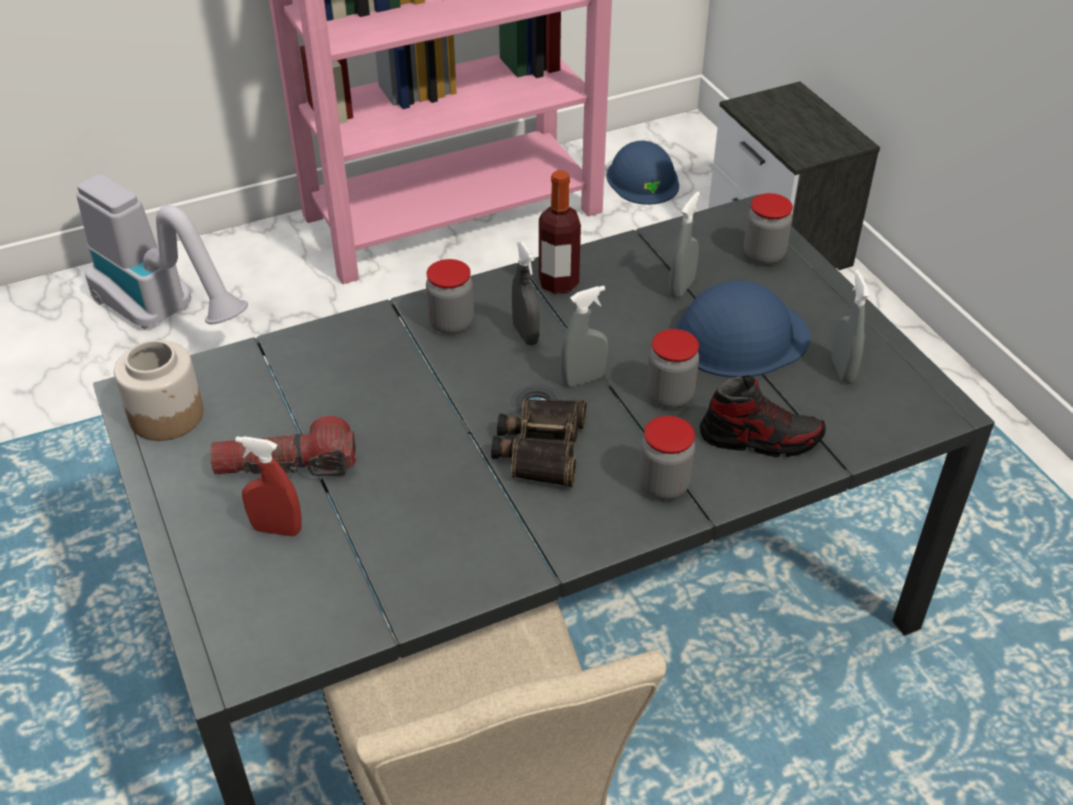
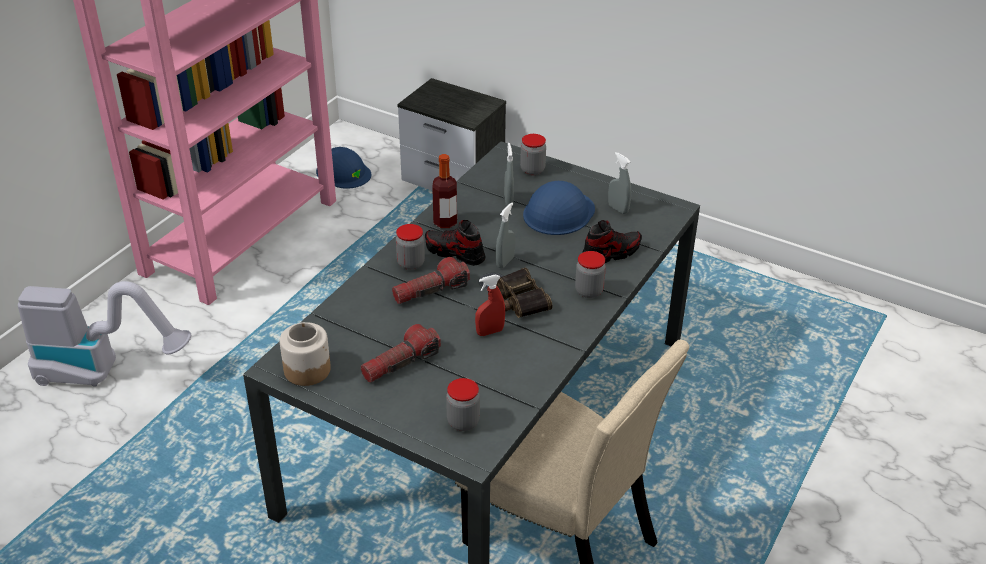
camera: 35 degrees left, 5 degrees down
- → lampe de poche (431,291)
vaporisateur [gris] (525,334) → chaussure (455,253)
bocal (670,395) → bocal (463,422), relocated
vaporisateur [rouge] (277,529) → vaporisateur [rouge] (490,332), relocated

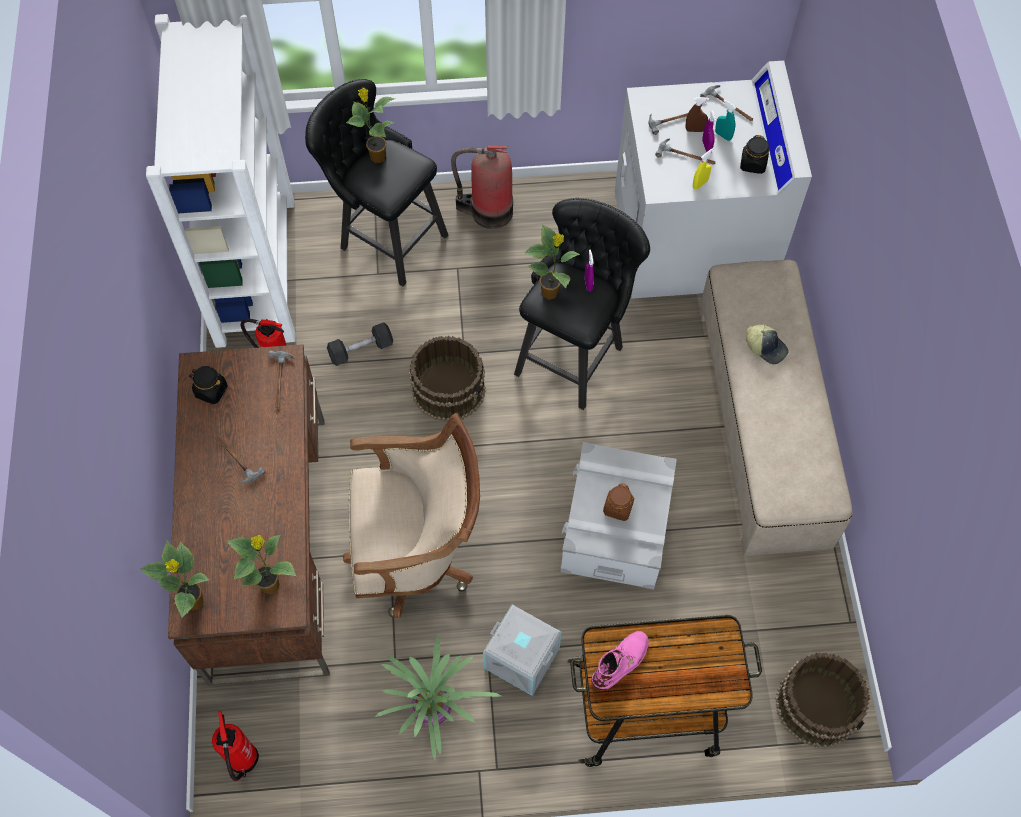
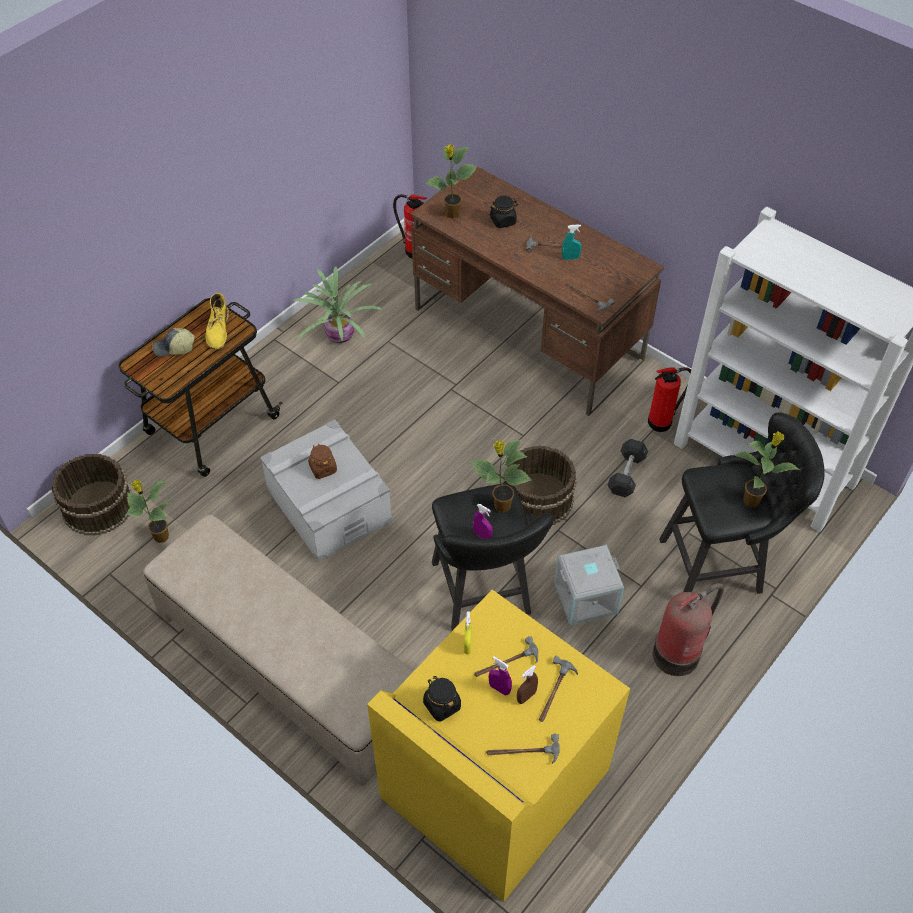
camera: 135 degrees right, 10 degrees down
plante en pot (195,602) → plante en pot (160,536), relocated
casquette (766,347) → casquette (174,348), relocated
botte [rose] (621,661) → botte [jaune] (218,330)
lave-linge [blanc] (692,239) → lave-linge [jaune] (494,782)
bocal [noir] (211,391) → bocal [noir] (503,221), relocated
boîte de rangement [gris] (523,657) → boîte de rangement [gris] (585,599), relocated
vaporisateur [turquoise] (723,135) → vaporisateur [turquoise] (570,258), relocated
chaise de bureau (417,558) → -

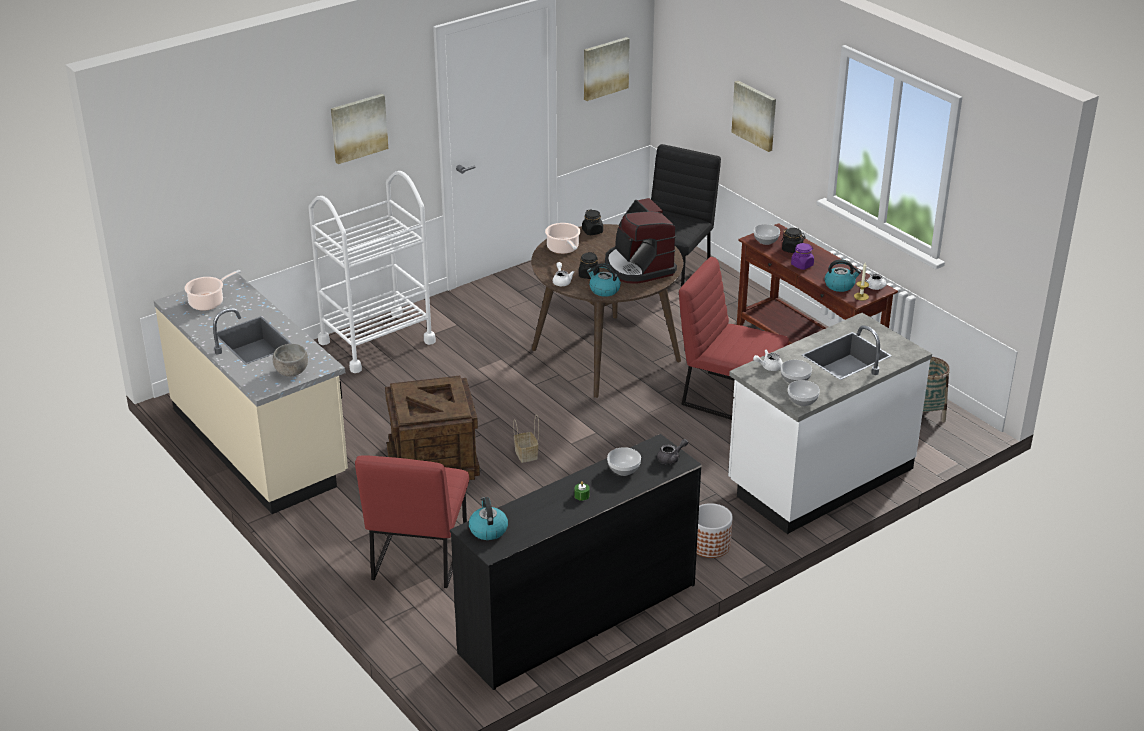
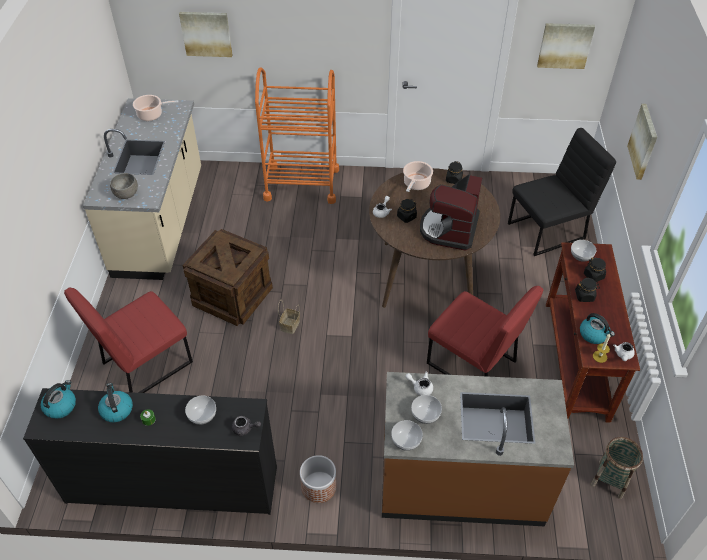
camera: 40 degrees right, 15 degrees up
bouilloire (604,290) → bouilloire (116,410), relocated
tableau (358,128) → tableau (206,33), relocated
chariot [blanc] (376,342) → chariot [orange] (302,184)
comptoir de cuisine [blanc] (819,477) → comptoir de cuisine [marron] (461,482)
chaise [rouge] (729,397) → chaise [rouge] (473,364), 150 degrees clockwise
bocal [violet] (802,265) → bocal [noir] (584,296)

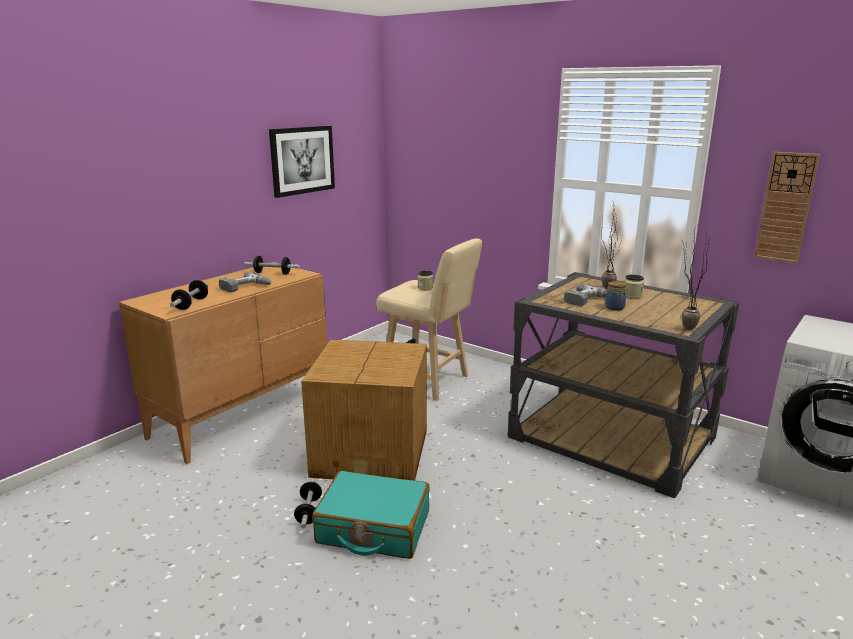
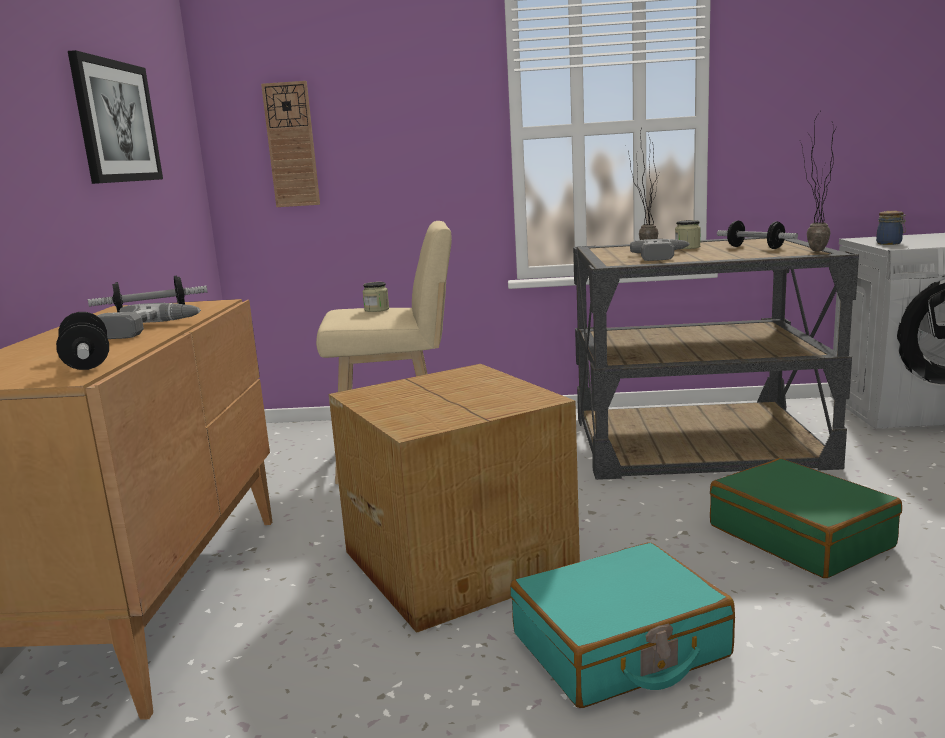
camera: 35 degrees left, 5 degrees down
horloge murale (785,207) → horloge murale (291,145), relocated
- → valise [vert] (800,536)
haltère (309,512) → haltère (755,247), relocated
bocal (615,308) → bocal (890,243), relocated

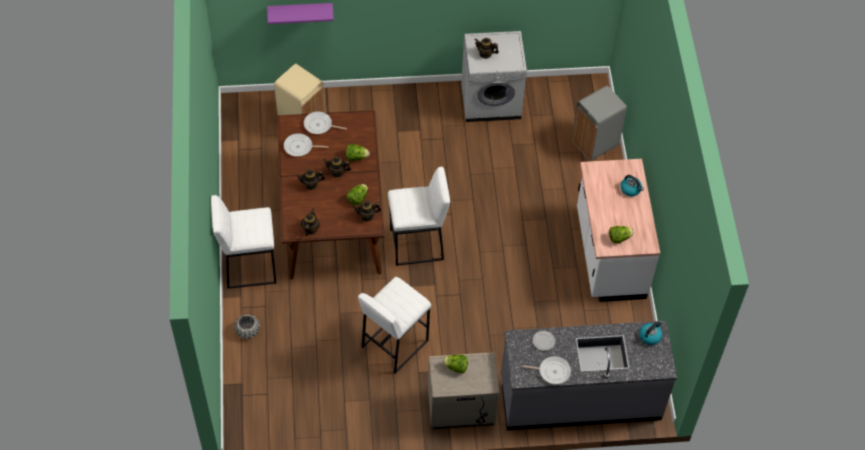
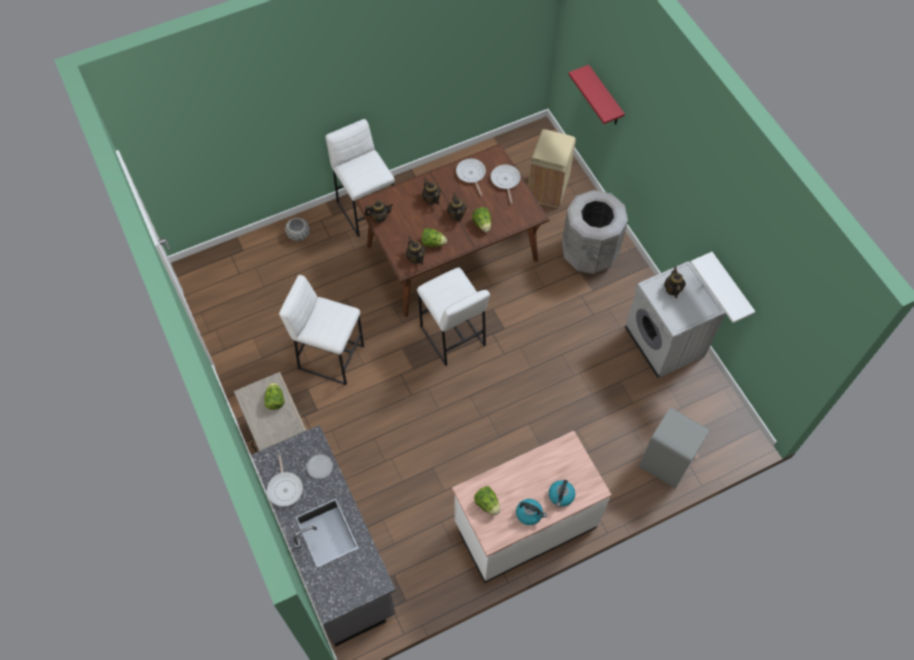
camera: 70 degrees right, 5 degrees up
bouilloire (650,336) → bouilloire (529,514), relocated
- → poubelle [gris] (589,253)
étagère [violet] (300,12) → étagère [rouge] (605,97)
- → étagère [blanc] (730,288)

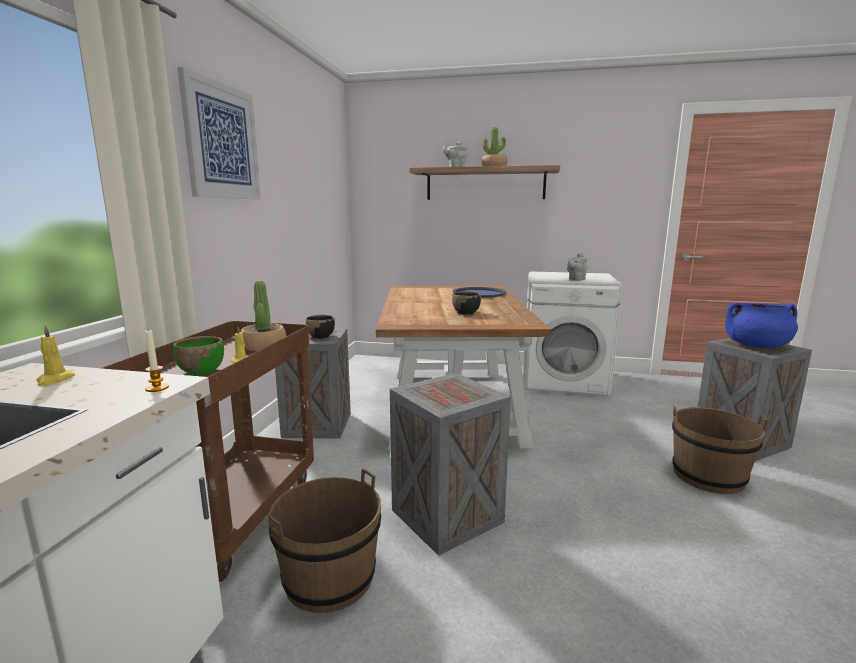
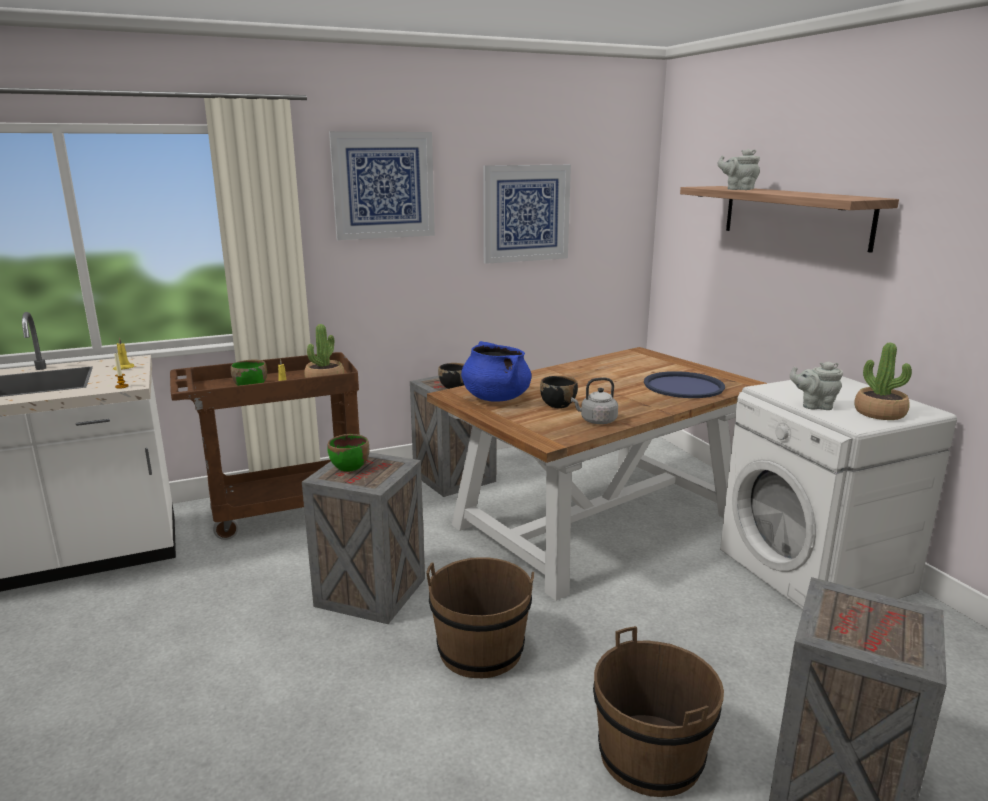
camera: 55 degrees right, 5 degrees up
- → bol [vert] (349,467)
seau [marron] (329,577) → seau [marron] (480,650), relocated
marmite [bleu] (756,346) → marmite [bleu] (495,398), relocated
- → tableau (526,213)
- → bouilloire [gris] (596,421)
plante en pot (494,167) → plante en pot (879,413), relocated

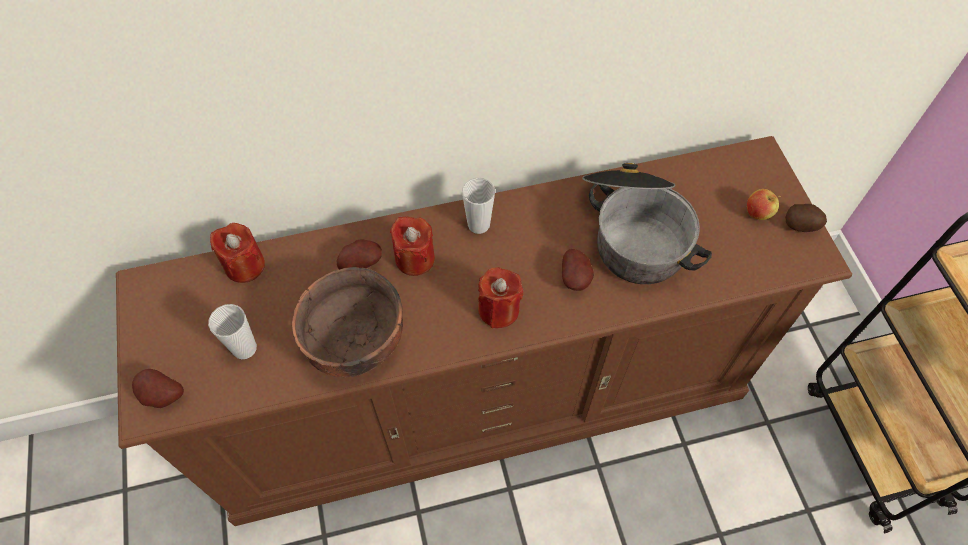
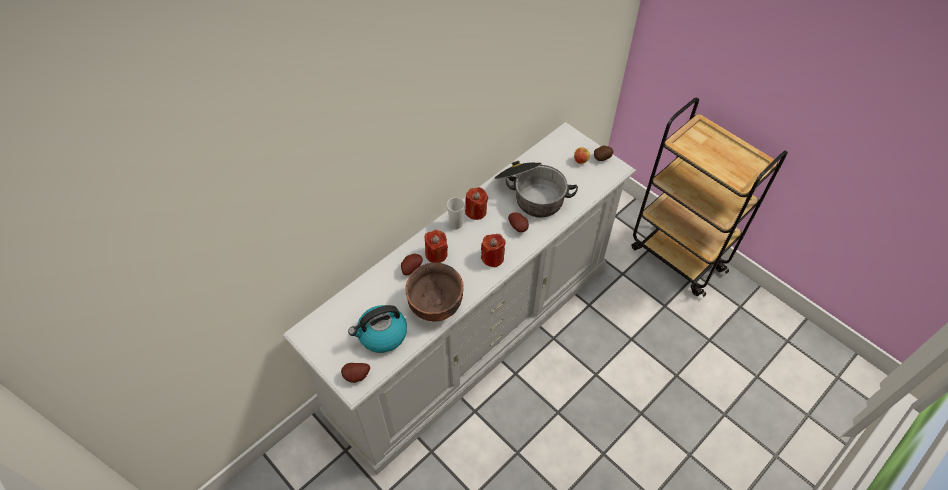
camera: 30 degrees left, 5 degrees down
meuble de rangement [marron] (485,399) → meuble de rangement [blanc] (473,335)
tasse (244,348) → bouilloire (382,335)
bougie [rouge] (245,265) → bougie [rouge] (476,211), relocated

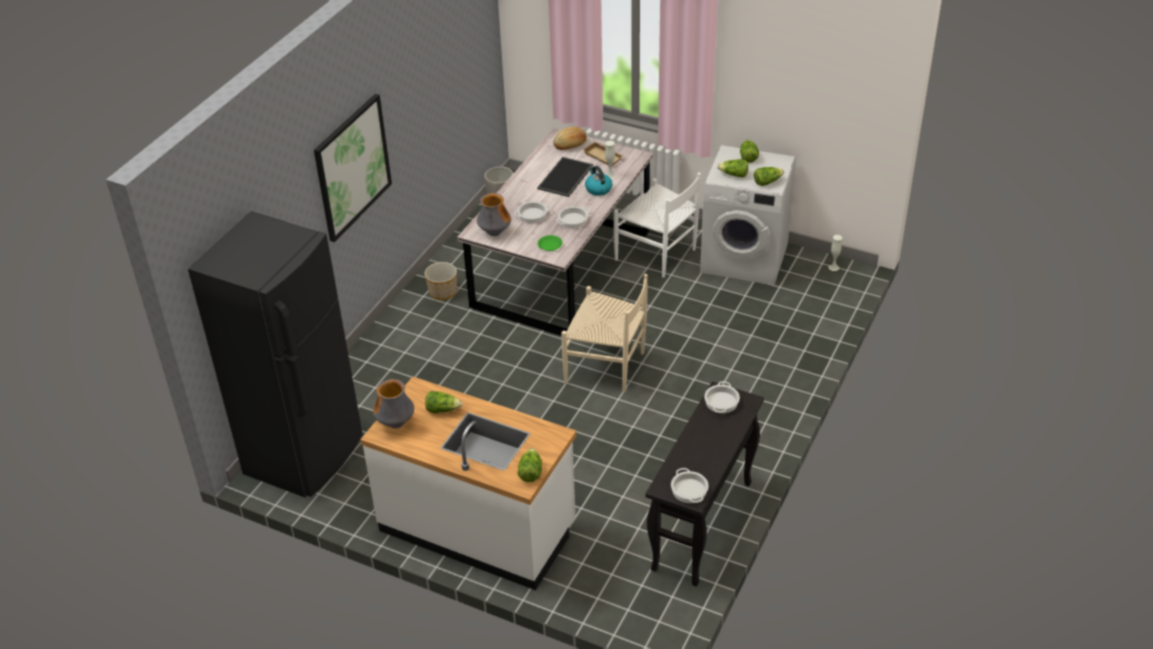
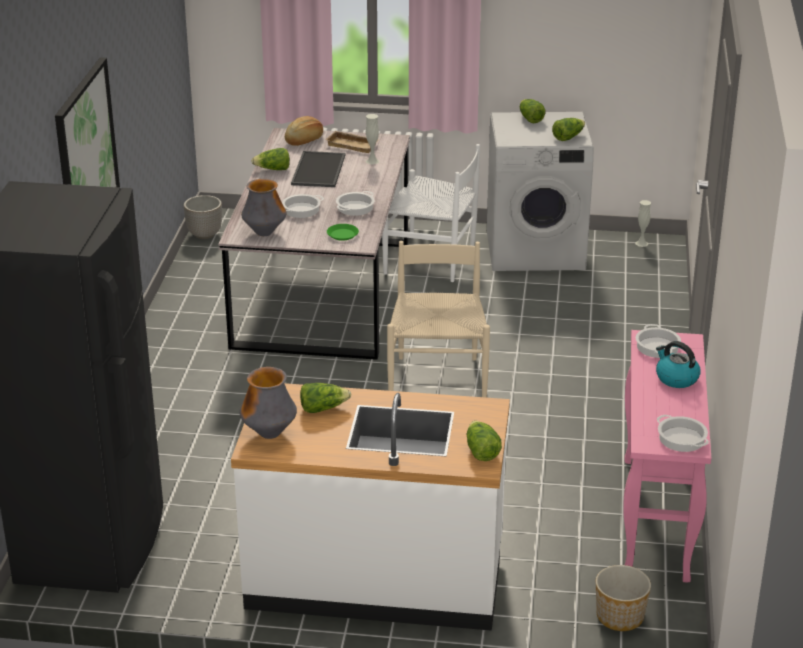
camera: 20 degrees left, 10 degrees down
laitue (734,175) → laitue (273,169), relocated
chaise [beige] (606,366) → chaise [beige] (437,379), 90 degrees counterclockwise
cache-pot (443,292) → cache-pot (620,617), relocated
table console [noir] (702,527) → table console [rose] (656,519)
bouilloire (598,189) → bouilloire (676,378), relocated

